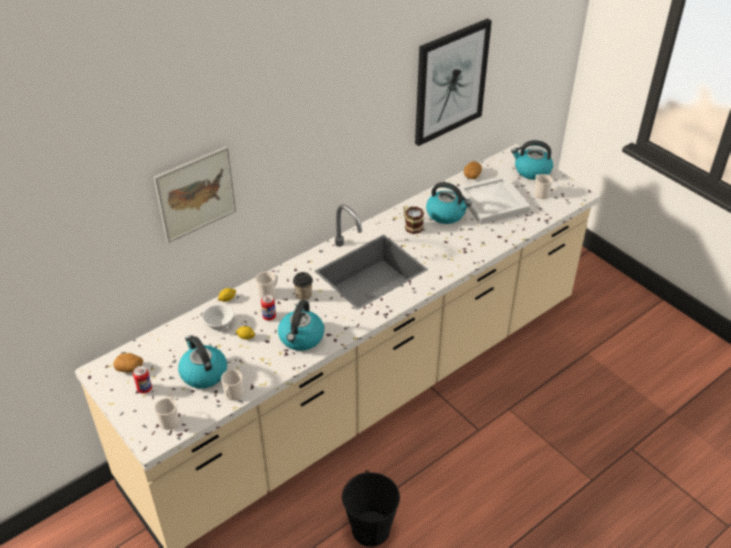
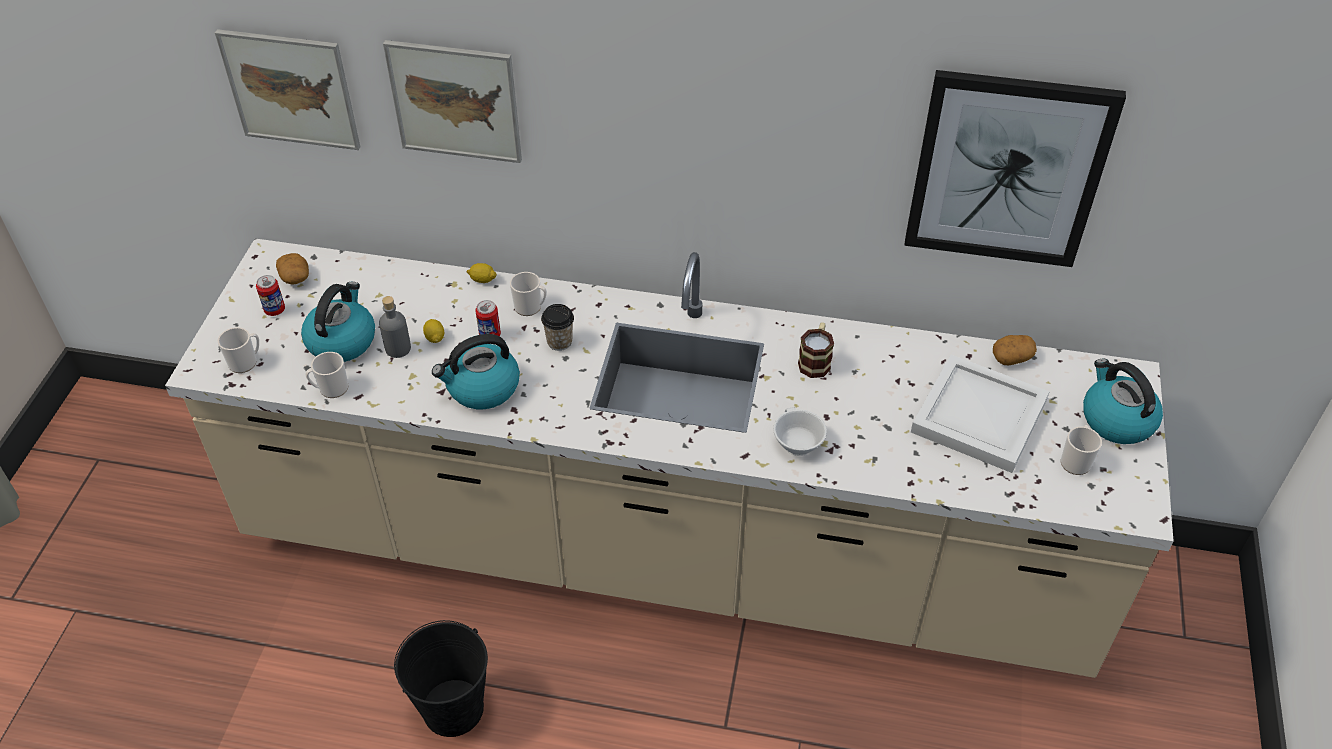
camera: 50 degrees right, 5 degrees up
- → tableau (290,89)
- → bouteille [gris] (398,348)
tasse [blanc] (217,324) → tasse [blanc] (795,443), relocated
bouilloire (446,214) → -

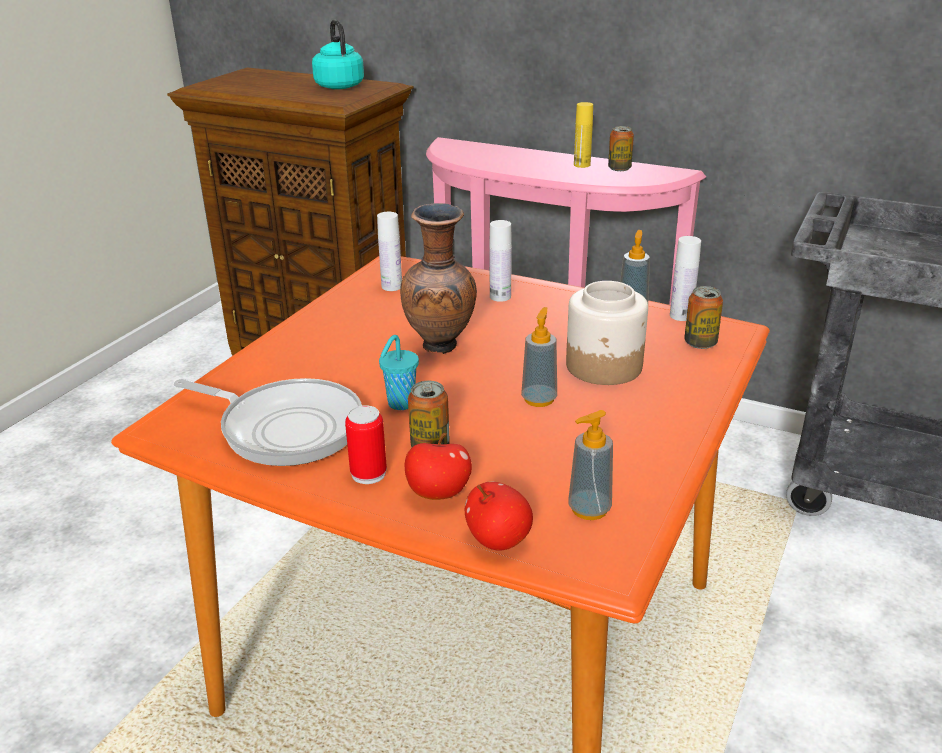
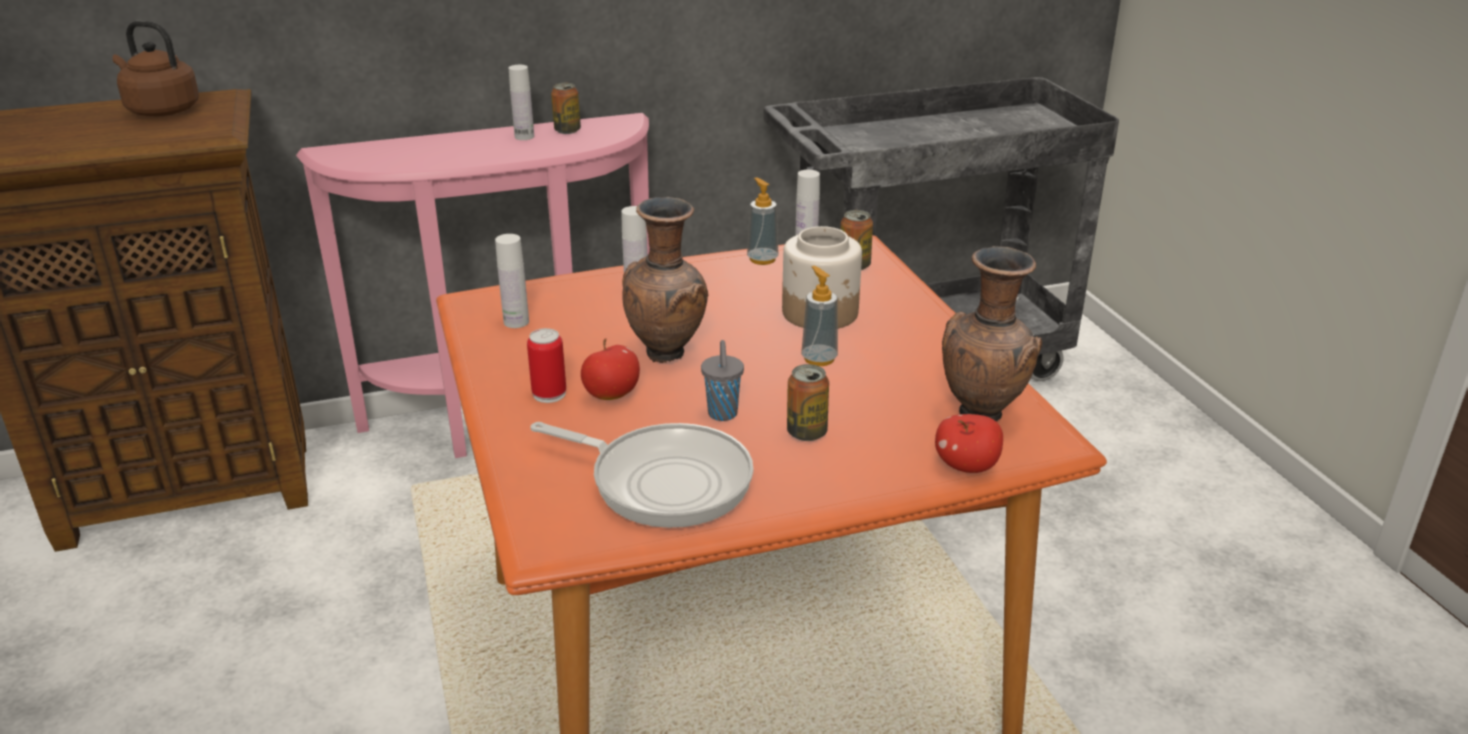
camera: 45 degrees left, 0 degrees up
bouilloire [turquoise] (338,85) → bouilloire [marron] (160,110)
bouteille [jaune] (582,165) → bouteille [blanc] (524,137)
boîte métallique (368,473) → boîte métallique (549,394), relocated
poêle (285,427) → poêle (663,481), 45 degrees clockwise
pomme (438,493) → pomme (612,395), relocated
tasse [turquoise] (400,404) → tasse [gris] (722,415)
distributeur de savon (589,509) → vase [marron] (983,415)

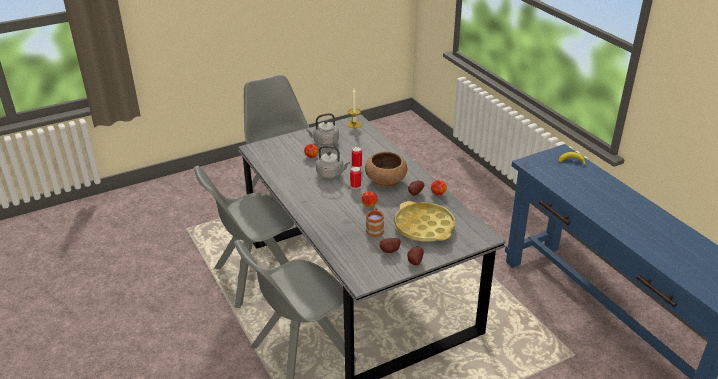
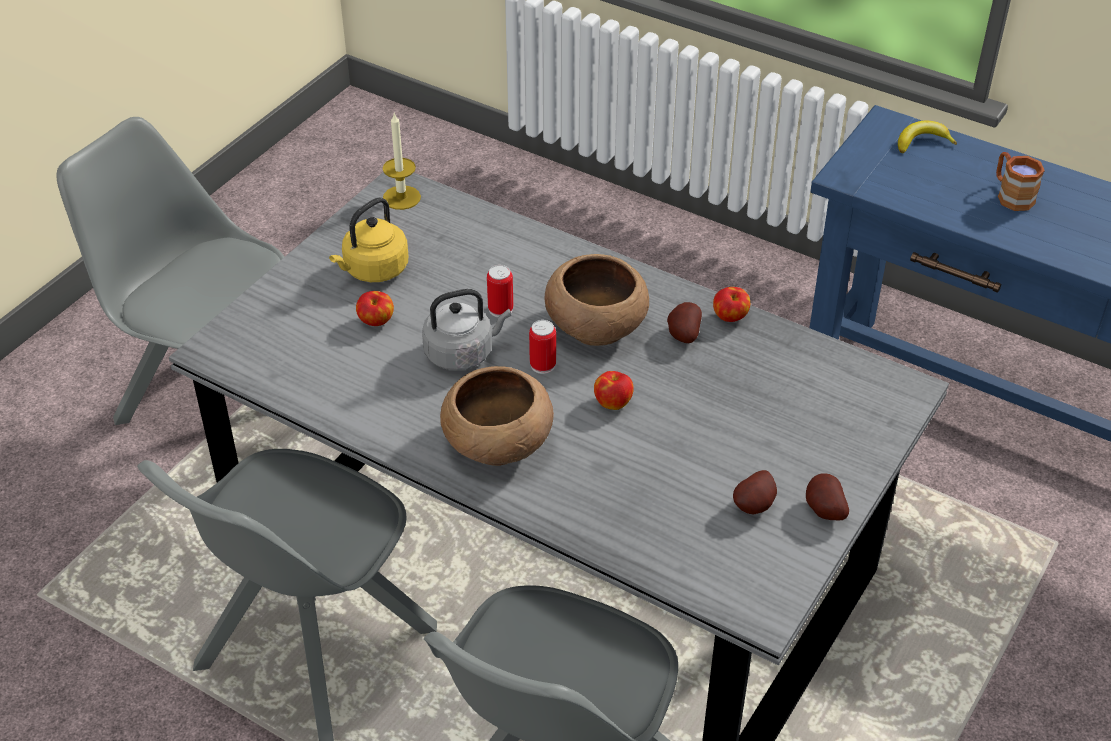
camera: 30 degrees left, 10 degrees up
bouilloire [gris] (324,142) → bouilloire [jaune] (373,270)
- → bol [marron] (496,443)
mug [marron] (375,229) → mug [marron] (1011,195), relocated
plateau [jaune] (424,227) → -

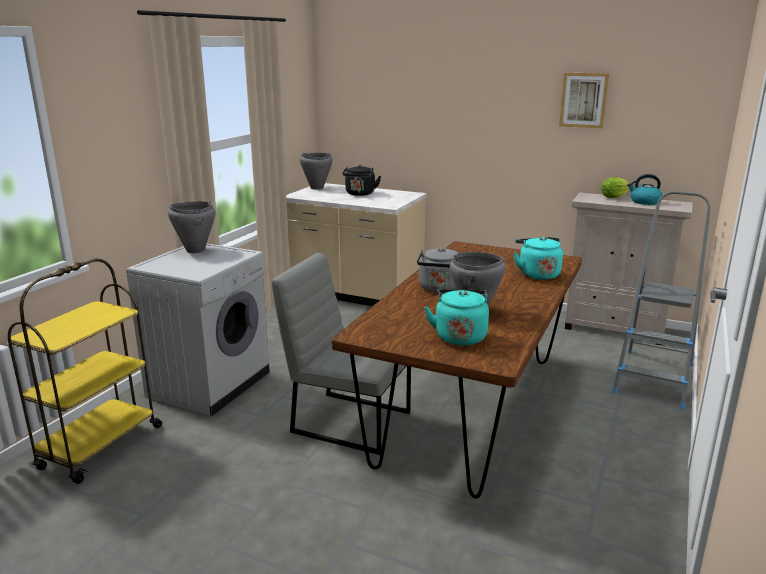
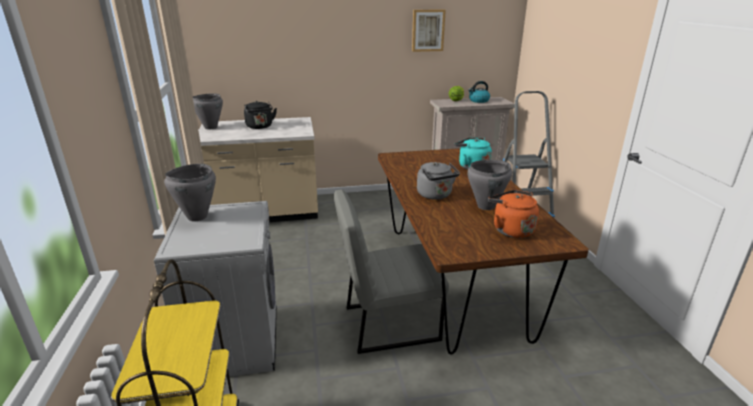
camera: 35 degrees left, 5 degrees up
bouilloire [turquoise] (460,336) → bouilloire [orange] (510,229)

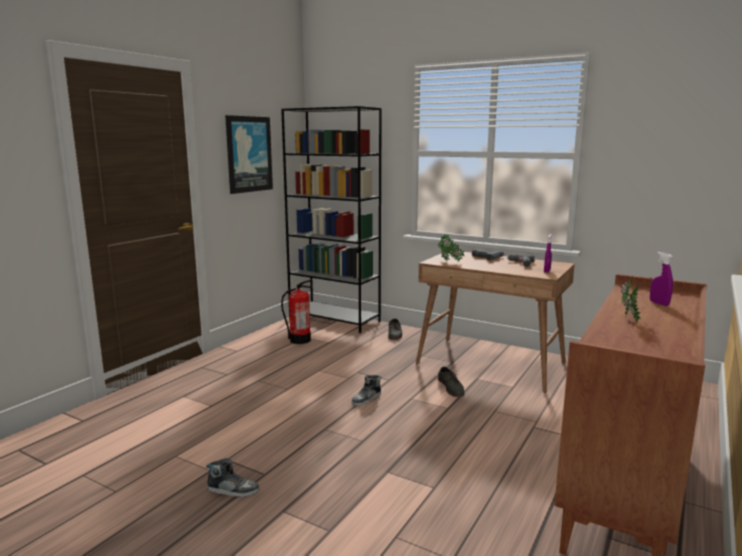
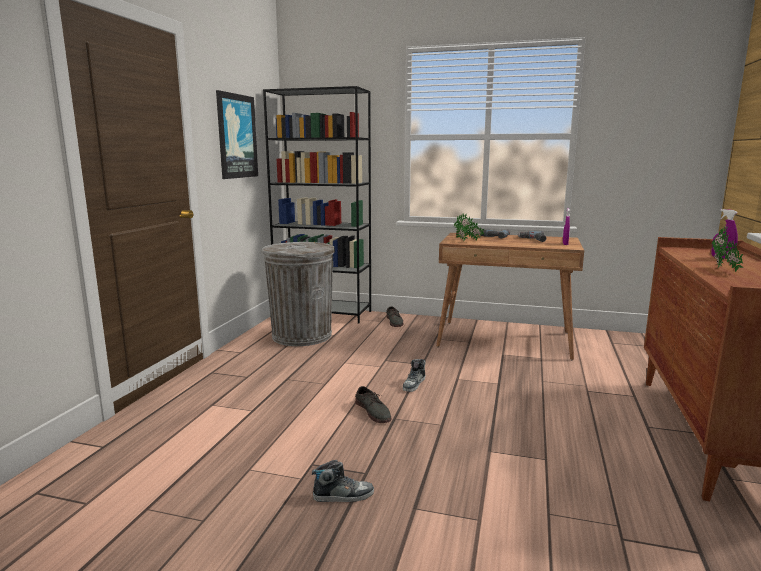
camera: 15 degrees left, 0 degrees up
extincteur (299,340) → poubelle [gris] (302,335)
chaussure [gris] (451,387) → chaussure [gris] (373,411), relocated

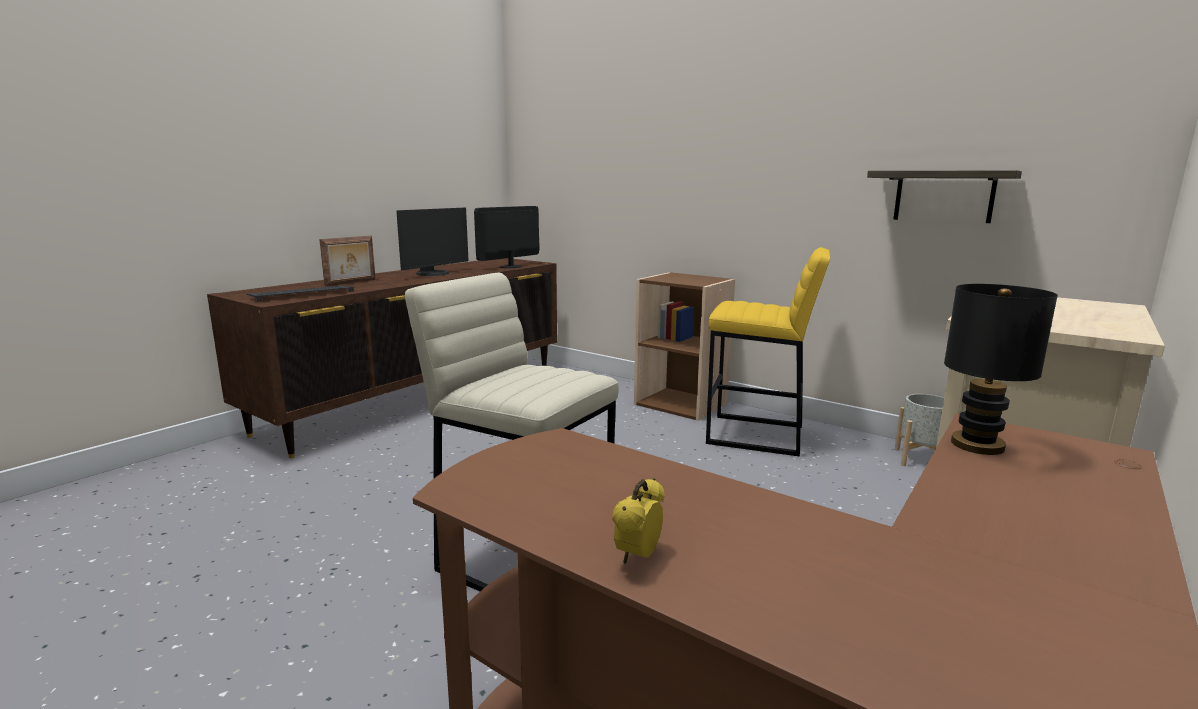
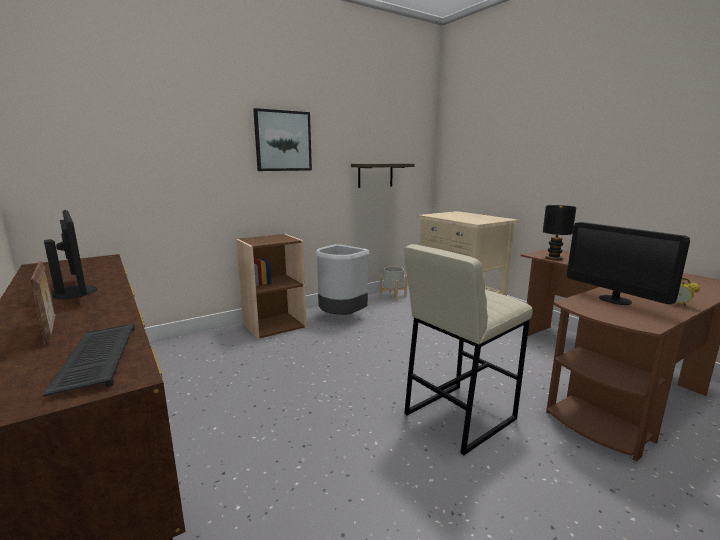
camera: 70 degrees left, 0 degrees up
- → tableau (283,141)
tabouret [jaune] (758,435) → poubelle [gris] (341,318)
écran d'ordinateur (511,266) → écran d'ordinateur (615,300), relocated

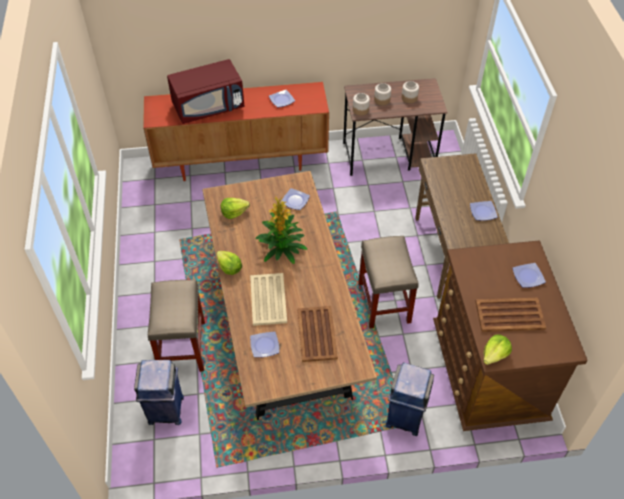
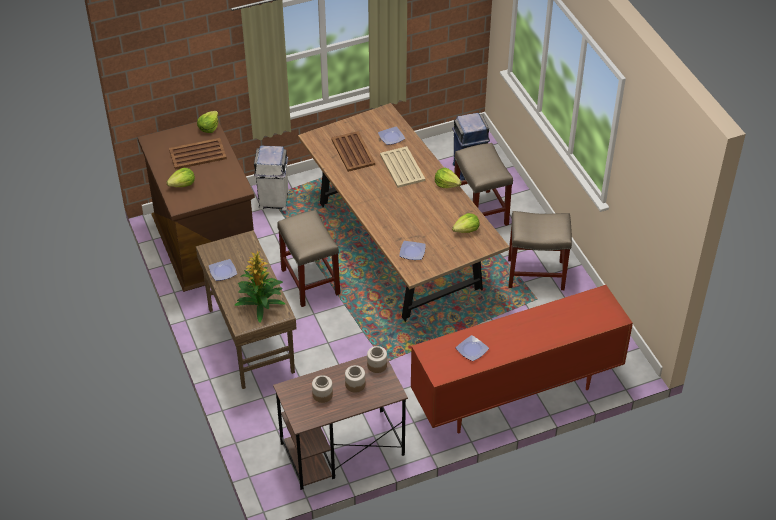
camera: 165 degrees right, 5 degrees down
assiette (527,276) → laitue (182,184)
plante en pot (281,248) → plante en pot (260,303), relocated
poubelle [bleu] (405,416) → poubelle [blanc] (273,201)
- → tabouret [beige] (537,274)
micro-ondes [rouge] (208,107) → -

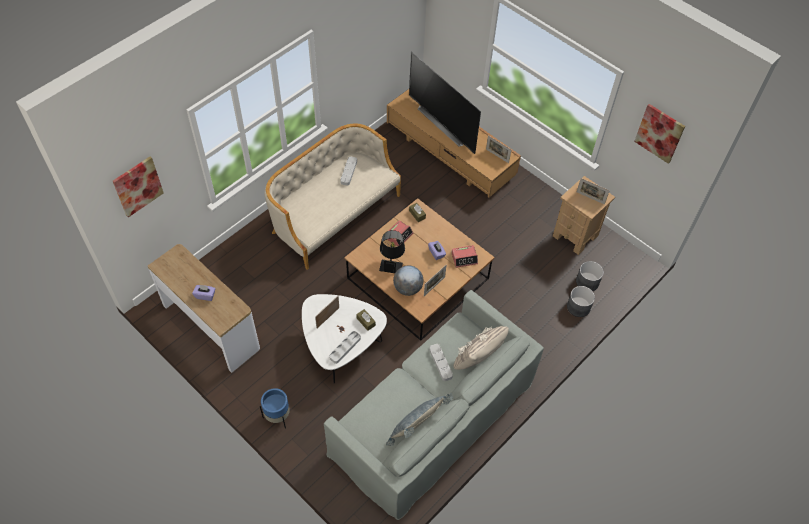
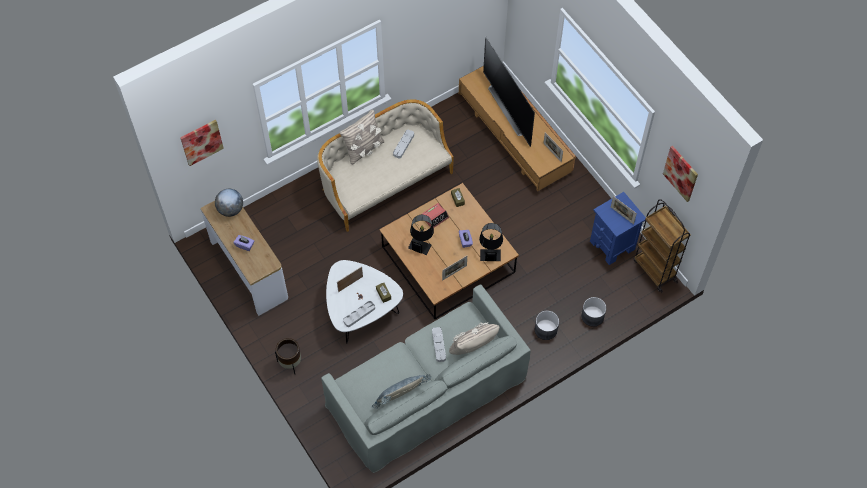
camera: 15 degrees right, 5 degrees up
globe (407,288) → globe (230,209), relocated
cache-pot [bleu] (277,416) → cache-pot [marron] (290,363)
- → coussin [beige] (364,149)
réveil (464,258) → lampe de table [noir] (490,251)
cache-pot [gris] (587,282) → cache-pot [gris] (545,329), relocated
table de chevet [beige] (575,236) → table de chevet [bleu] (612,246)
- → chariot [marron] (654,270)

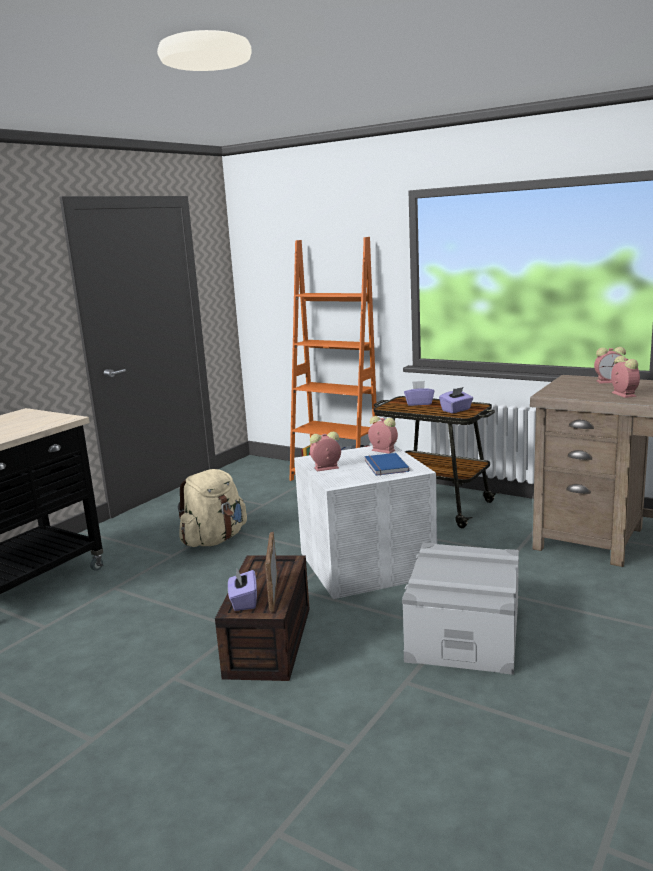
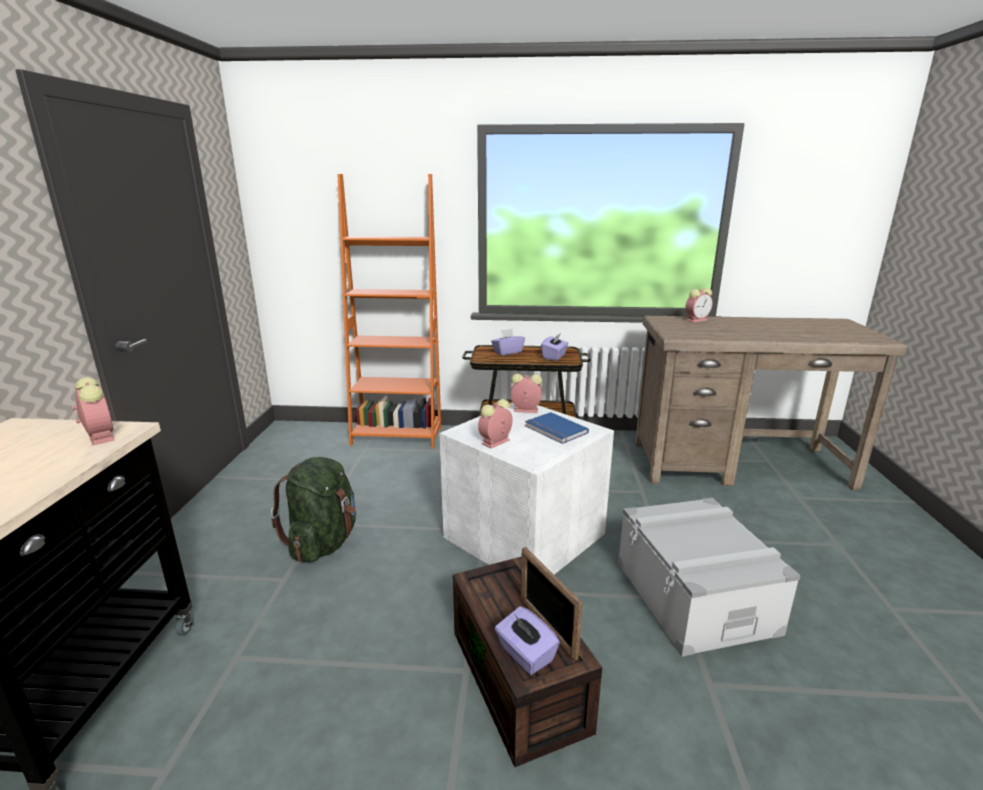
camera: 30 degrees left, 5 degrees up
réveil (622,394) → réveil (100,436), relocated
sac à dos [beige] (214,540) → sac à dos [vert] (323,542)

